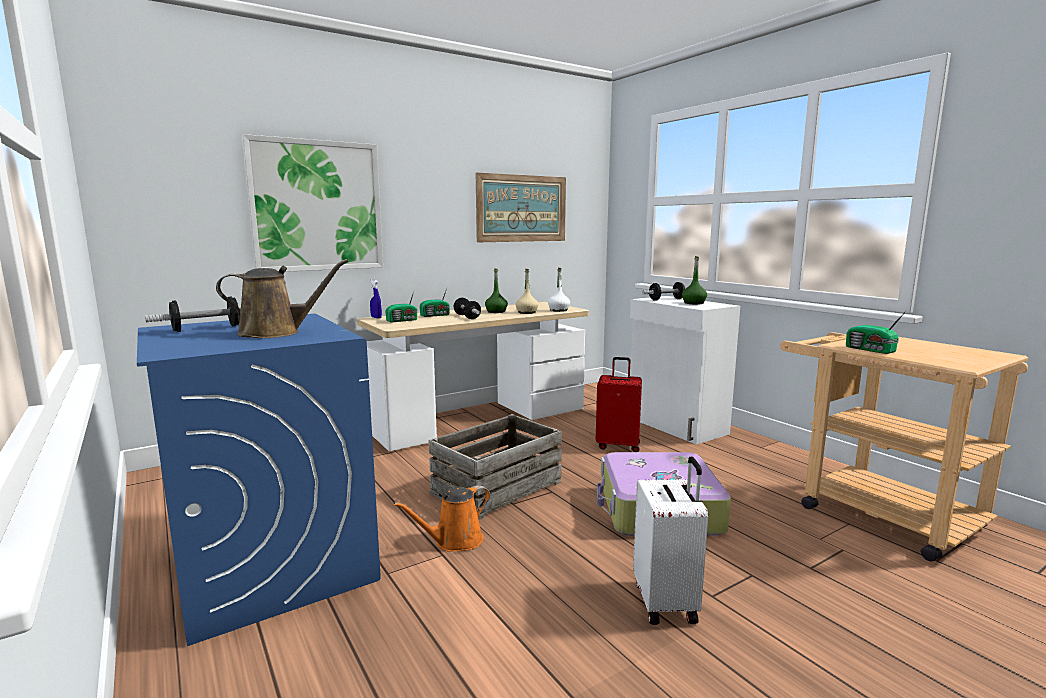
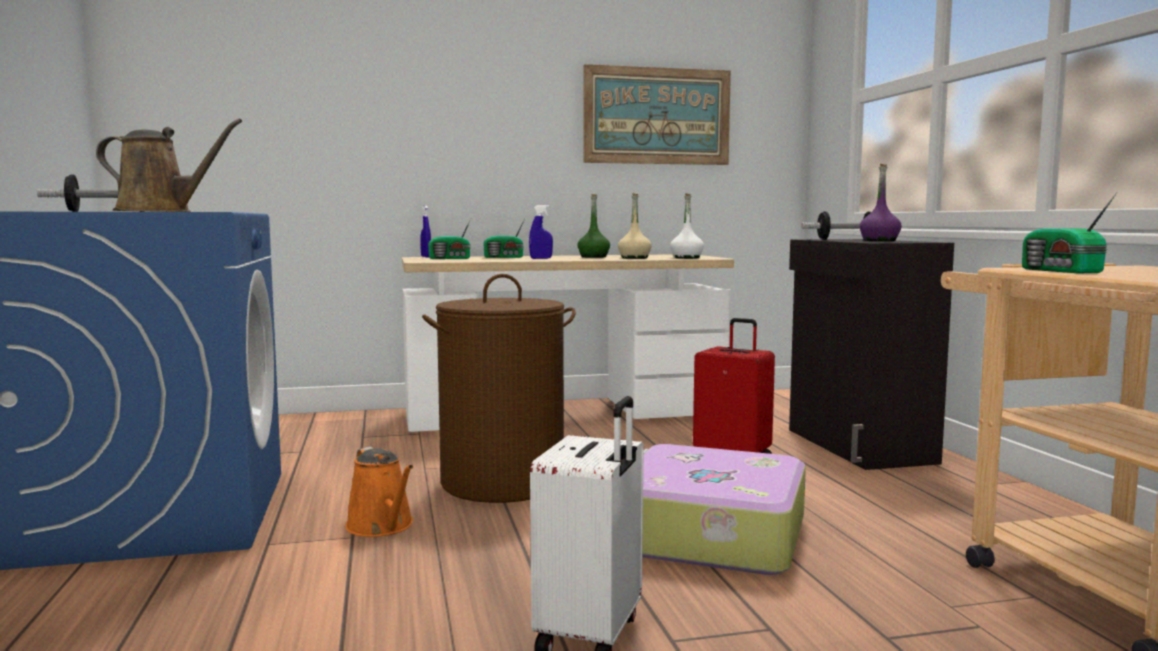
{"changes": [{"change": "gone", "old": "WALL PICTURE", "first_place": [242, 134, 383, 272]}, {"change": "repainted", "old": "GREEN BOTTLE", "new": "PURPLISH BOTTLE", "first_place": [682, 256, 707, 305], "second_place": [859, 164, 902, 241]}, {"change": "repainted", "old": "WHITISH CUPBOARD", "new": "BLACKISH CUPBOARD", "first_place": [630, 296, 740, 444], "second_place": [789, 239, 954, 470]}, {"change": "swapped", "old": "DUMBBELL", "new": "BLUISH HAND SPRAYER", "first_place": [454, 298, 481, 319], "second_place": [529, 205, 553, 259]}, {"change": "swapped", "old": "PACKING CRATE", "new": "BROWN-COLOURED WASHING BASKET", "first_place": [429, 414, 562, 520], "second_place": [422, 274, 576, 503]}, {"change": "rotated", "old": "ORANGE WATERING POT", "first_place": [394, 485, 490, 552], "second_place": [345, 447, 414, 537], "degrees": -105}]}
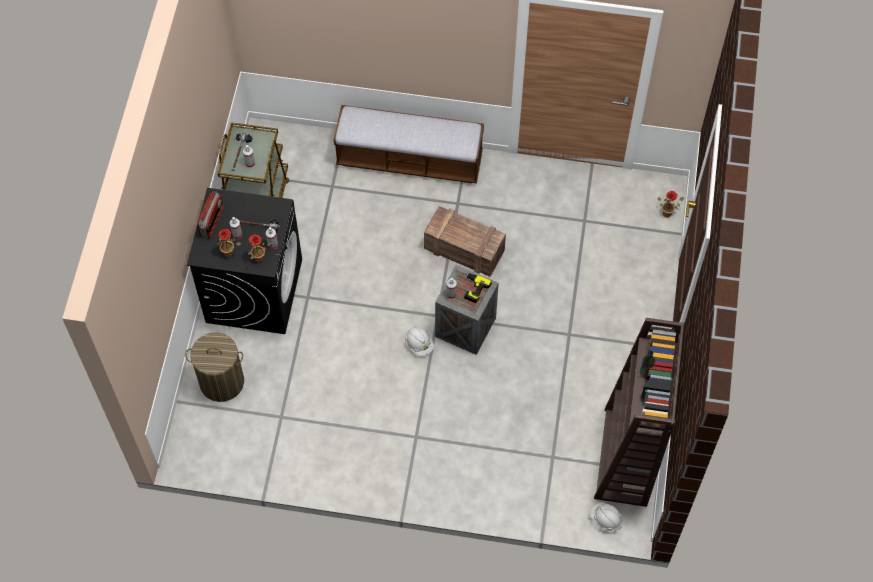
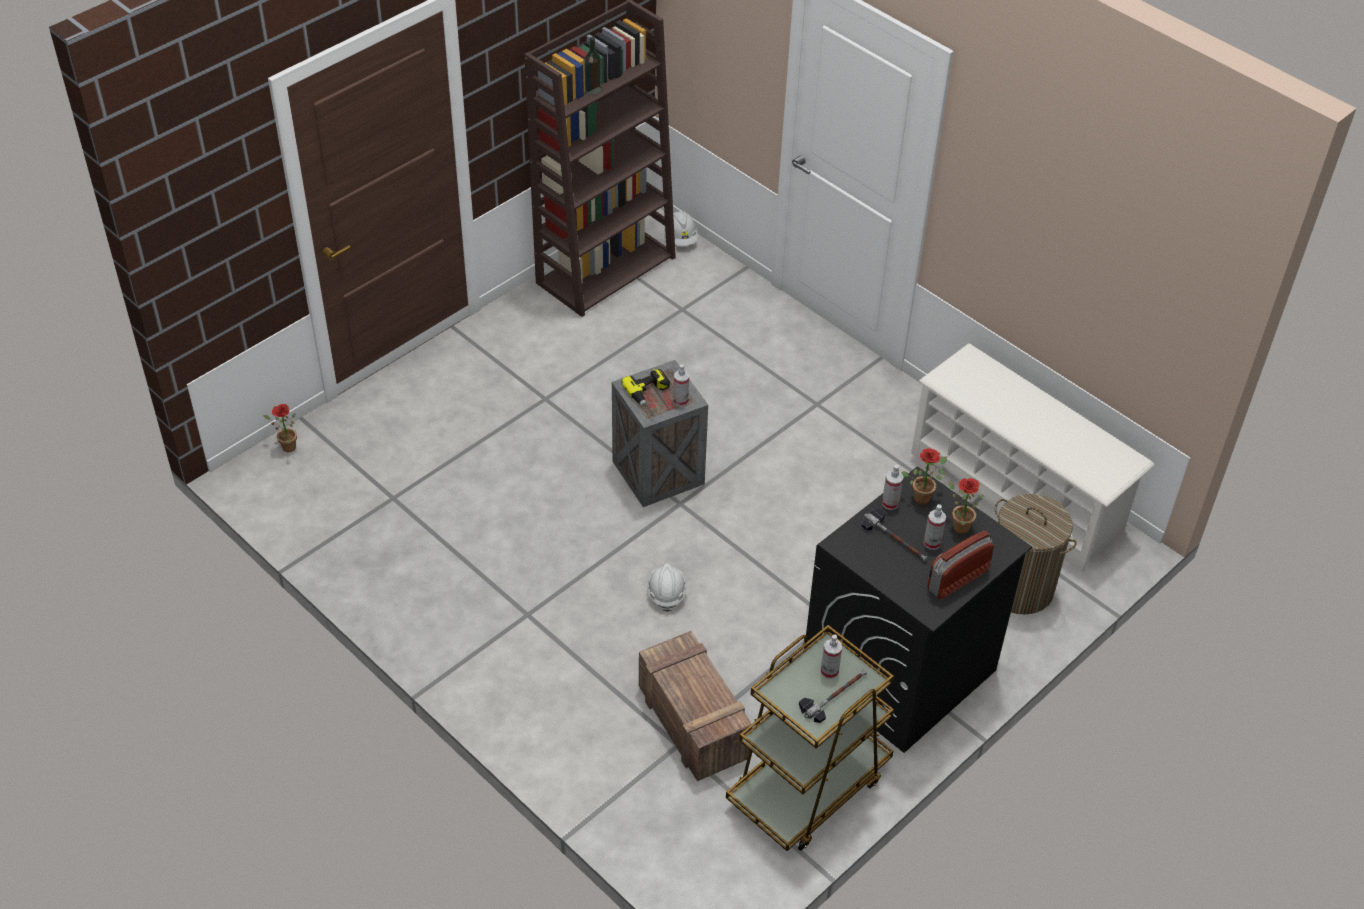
{"changes": [{"change": "gone", "old": "INDOOR BENCH", "first_place": [334, 105, 484, 184]}, {"change": "shifted", "old": "PACKING CRATE", "first_place": [424, 206, 506, 277], "second_place": [639, 631, 752, 781]}, {"change": "shifted", "old": "WHITISH SAFETY HELMET", "first_place": [405, 327, 434, 356], "second_place": [647, 563, 687, 612]}, {"change": "new", "new": "WHITISH SHOE STAND", "second_place": [911, 344, 1154, 572]}]}
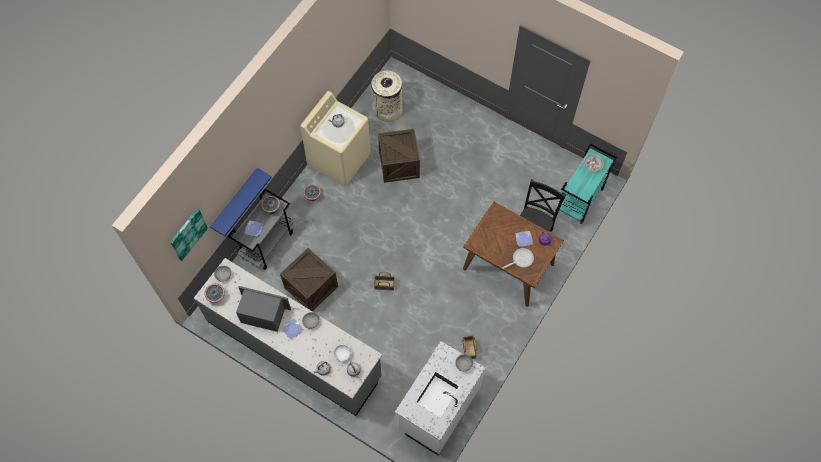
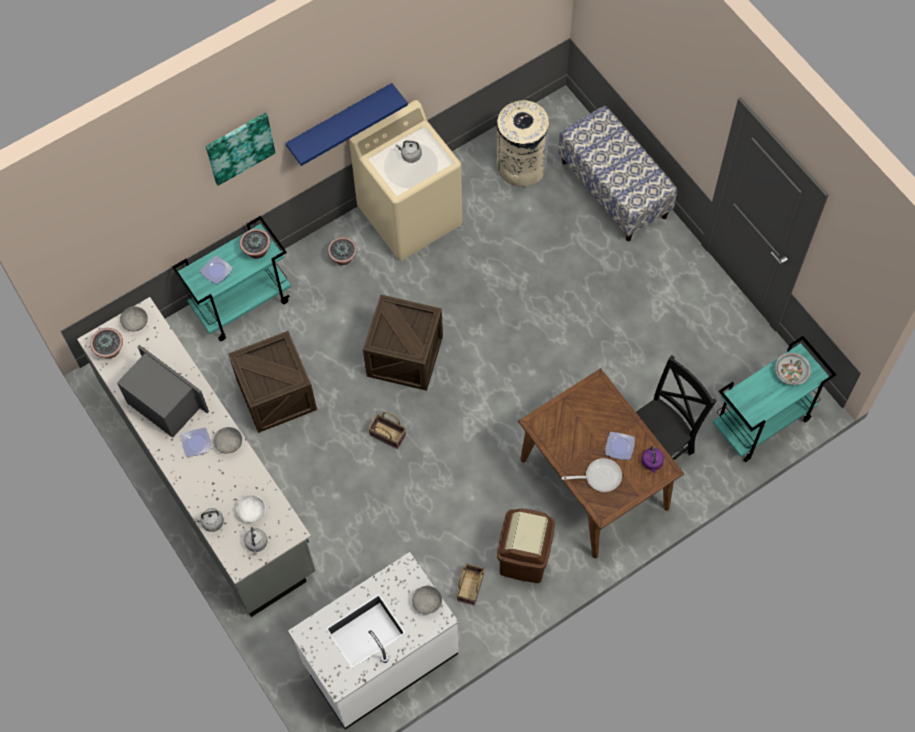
{"changes": [{"change": "shifted", "old": "PACKING CRATE", "first_place": [378, 129, 420, 183], "second_place": [363, 294, 443, 391]}, {"change": "shifted", "old": "BLUISH SHELF", "first_place": [210, 168, 272, 236], "second_place": [286, 83, 408, 166]}, {"change": "repainted", "old": "GRAY WHEELED CART", "new": "BLUE-GREEN WHEELED CART", "first_place": [228, 189, 293, 270], "second_place": [172, 216, 291, 341]}, {"change": "shifted", "old": "WALL PICTURE", "first_place": [170, 209, 208, 261], "second_place": [205, 113, 276, 186]}, {"change": "new", "new": "INDOOR BENCH", "second_place": [558, 106, 677, 241]}, {"change": "new", "new": "BROWN-COLOURED WASTE BIN", "second_place": [497, 508, 555, 583]}]}
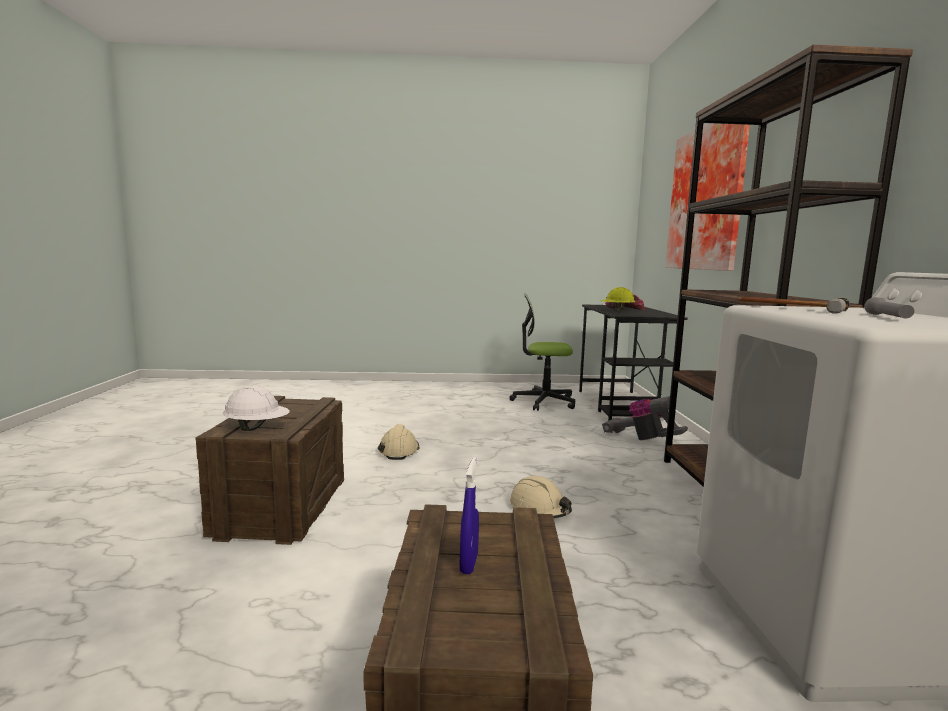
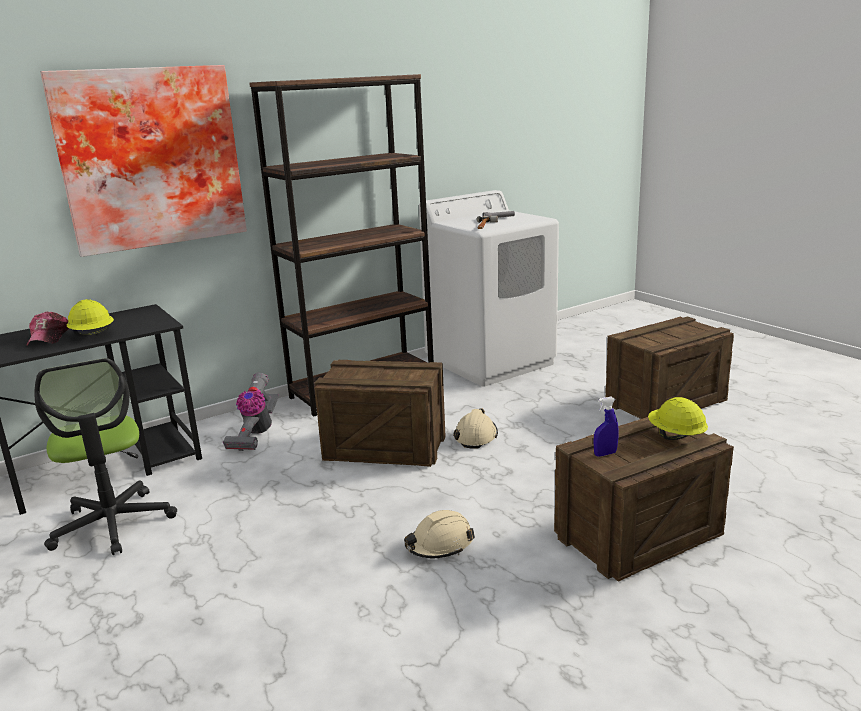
{"changes": [{"change": "repainted", "old": "WHITISH SAFETY HELMET", "new": "YELLOWISH SAFETY HELMET", "first_place": [223, 385, 290, 431], "second_place": [648, 397, 708, 440]}, {"change": "shifted", "old": "BLUISH HAND SPRAYER", "first_place": [460, 458, 479, 574], "second_place": [593, 397, 619, 457]}, {"change": "new", "new": "PACKING CRATE", "second_place": [314, 360, 446, 467]}]}
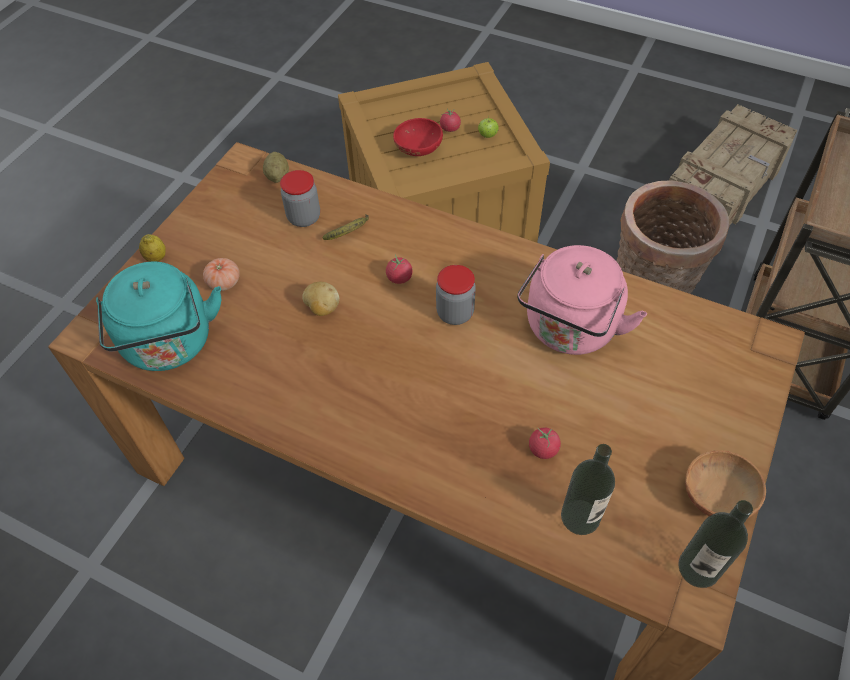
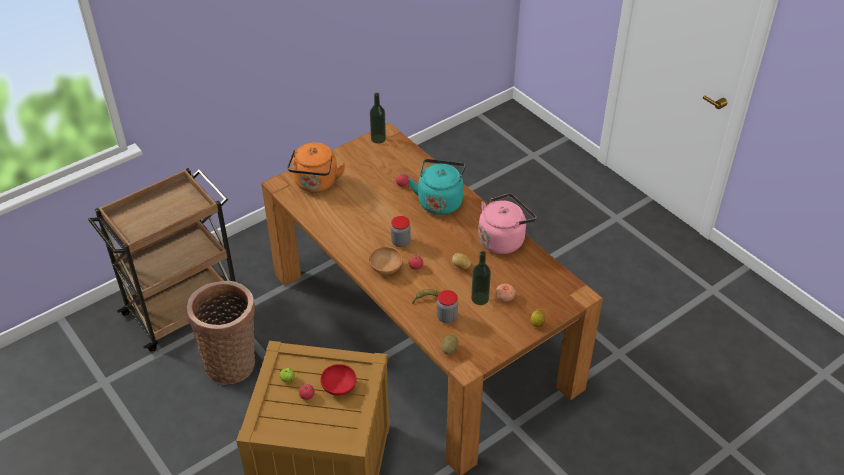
{"changes": [{"change": "gone", "old": "PACKING CRATE", "first_place": [669, 104, 797, 224]}, {"change": "shifted", "old": "PINK-COLOURED KETTLE", "first_place": [517, 245, 647, 355], "second_place": [478, 193, 536, 254]}, {"change": "shifted", "old": "BLUE-GREEN KETTLE", "first_place": [96, 261, 221, 371], "second_place": [408, 159, 466, 215]}, {"change": "shifted", "old": "BOTTLE", "first_place": [561, 444, 615, 535], "second_place": [471, 251, 491, 305]}, {"change": "shifted", "old": "BROWN-COLOURED BOWL", "first_place": [685, 450, 766, 518], "second_place": [369, 247, 403, 274]}, {"change": "new", "new": "ORANGE KETTLE", "second_place": [287, 142, 346, 193]}]}
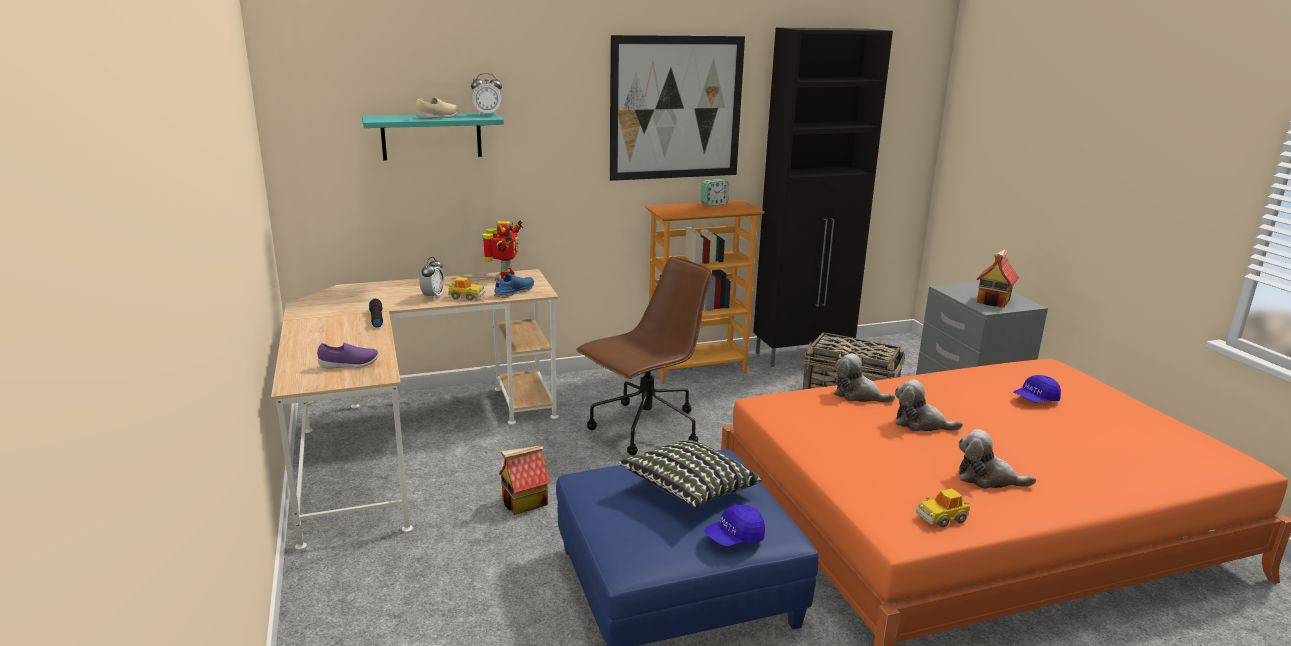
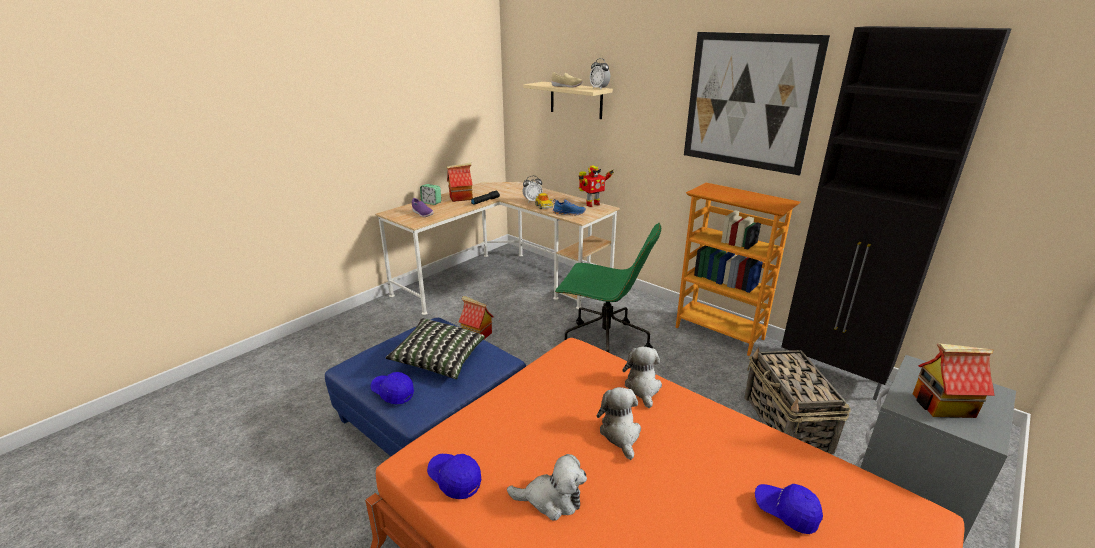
{"changes": [{"change": "repainted", "old": "BLUE-GREEN SHELF", "new": "BEIGE SHELF", "first_place": [362, 113, 504, 160], "second_place": [523, 82, 613, 119]}, {"change": "shifted", "old": "ALARM CLOCK", "first_place": [701, 179, 729, 206], "second_place": [420, 184, 441, 205]}, {"change": "repainted", "old": "BROWN-COLOURED OFFICE CHAIR", "new": "GREEN OFFICE CHAIR", "first_place": [576, 257, 712, 455], "second_place": [555, 223, 661, 353]}, {"change": "rotated", "old": "PLUSH TOY", "first_place": [959, 429, 1036, 489], "second_place": [507, 454, 587, 521], "degrees": 105}, {"change": "swapped", "old": "TOY CAR", "new": "BLUISH BASEBALL CAP", "first_place": [916, 489, 970, 528], "second_place": [427, 454, 481, 499]}, {"change": "new", "new": "TOY HOUSE", "second_place": [447, 163, 473, 202]}]}
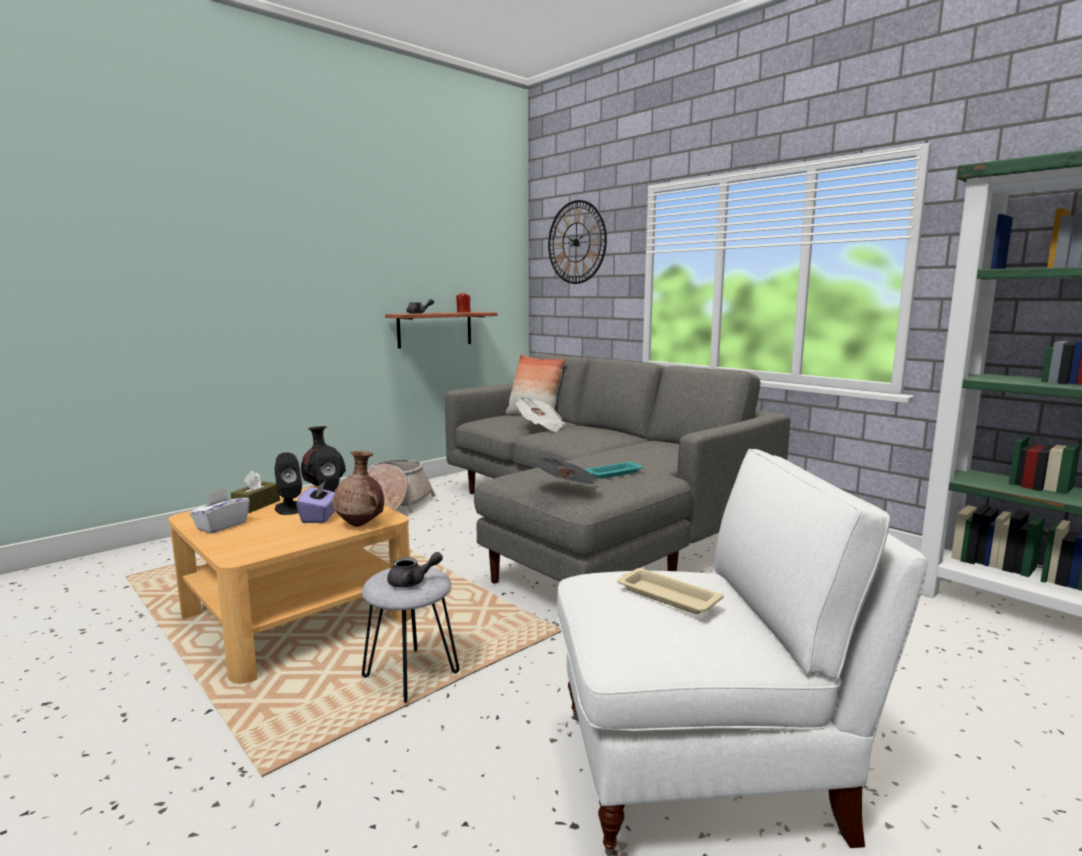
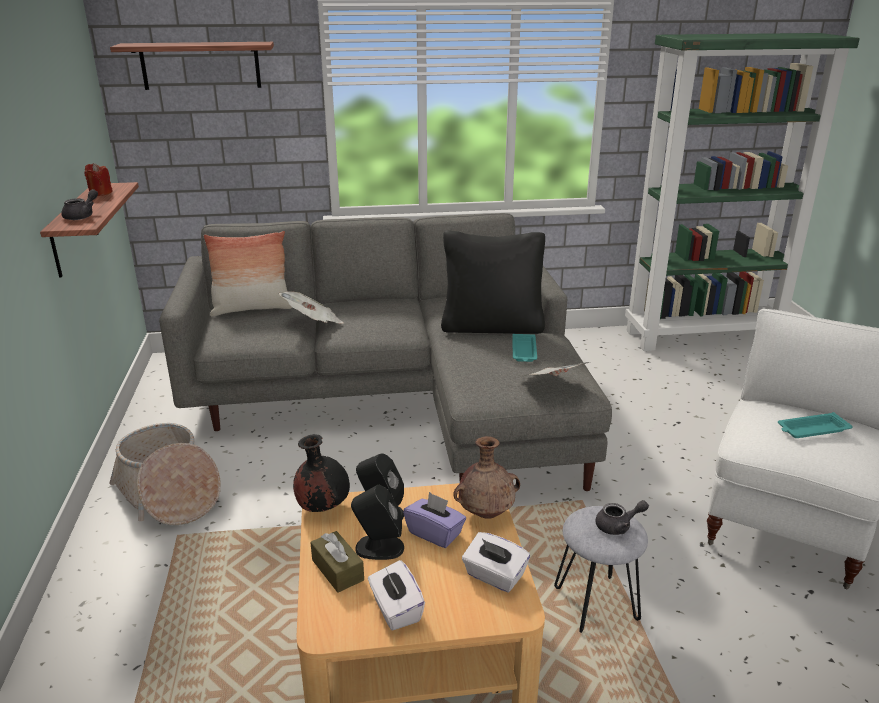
{"changes": [{"change": "swapped", "old": "HANGING CLOCK", "new": "SHELF", "first_place": [548, 200, 607, 284], "second_place": [110, 42, 274, 90]}, {"change": "rotated", "old": "GRAY POT FOR TEA", "first_place": [387, 552, 443, 588], "second_place": [595, 500, 649, 535], "degrees": 60}, {"change": "repainted", "old": "BEIGE SERVING TRAY", "new": "BLUE-GREEN SERVING TRAY", "first_place": [617, 568, 724, 614], "second_place": [778, 412, 853, 438]}, {"change": "new", "new": "BLACKISH PILLOW", "second_place": [441, 230, 545, 334]}, {"change": "new", "new": "WHITISH TISSUE BOX", "second_place": [462, 532, 530, 592]}]}
